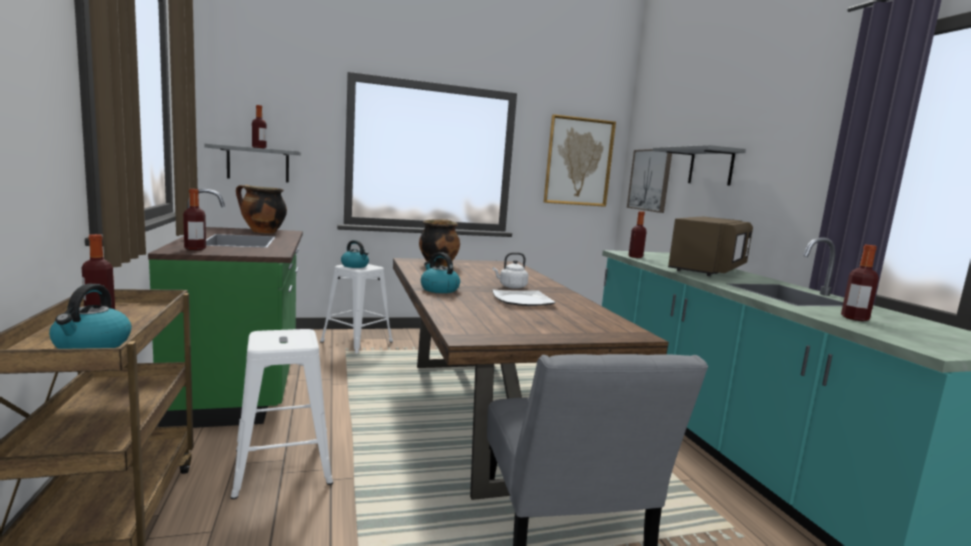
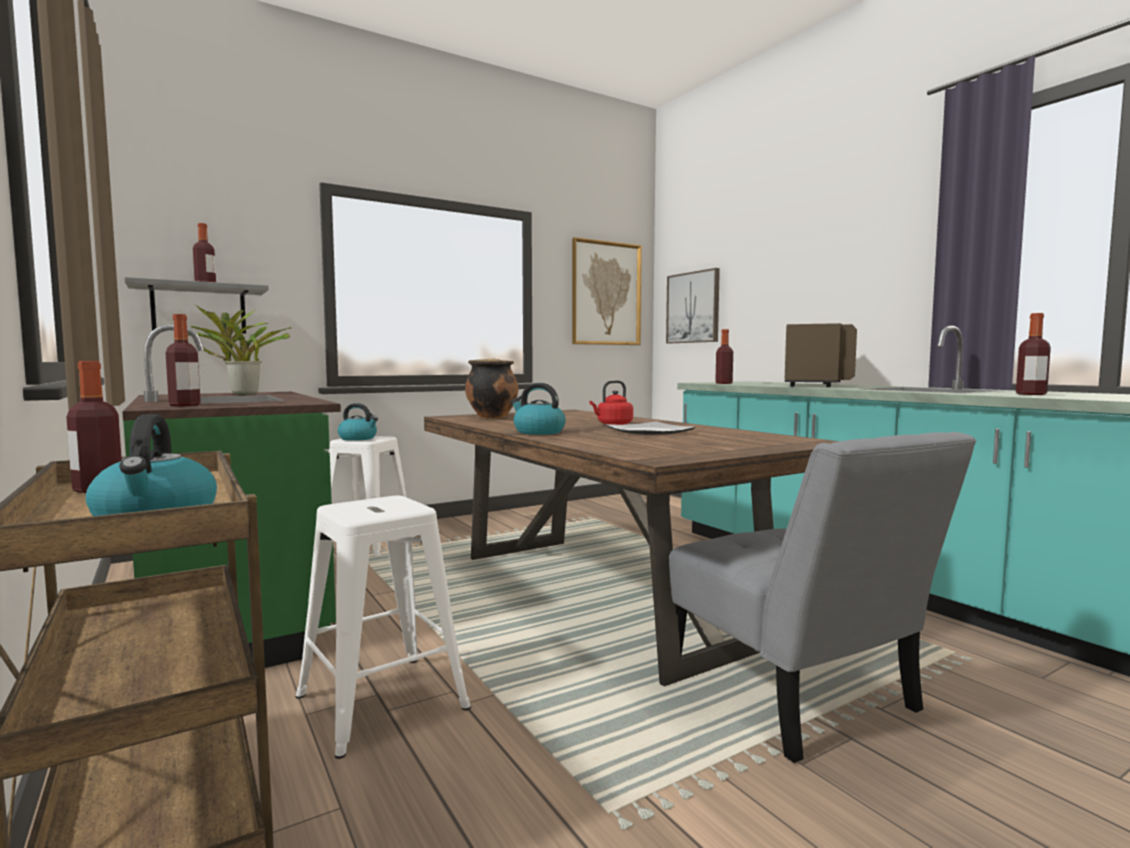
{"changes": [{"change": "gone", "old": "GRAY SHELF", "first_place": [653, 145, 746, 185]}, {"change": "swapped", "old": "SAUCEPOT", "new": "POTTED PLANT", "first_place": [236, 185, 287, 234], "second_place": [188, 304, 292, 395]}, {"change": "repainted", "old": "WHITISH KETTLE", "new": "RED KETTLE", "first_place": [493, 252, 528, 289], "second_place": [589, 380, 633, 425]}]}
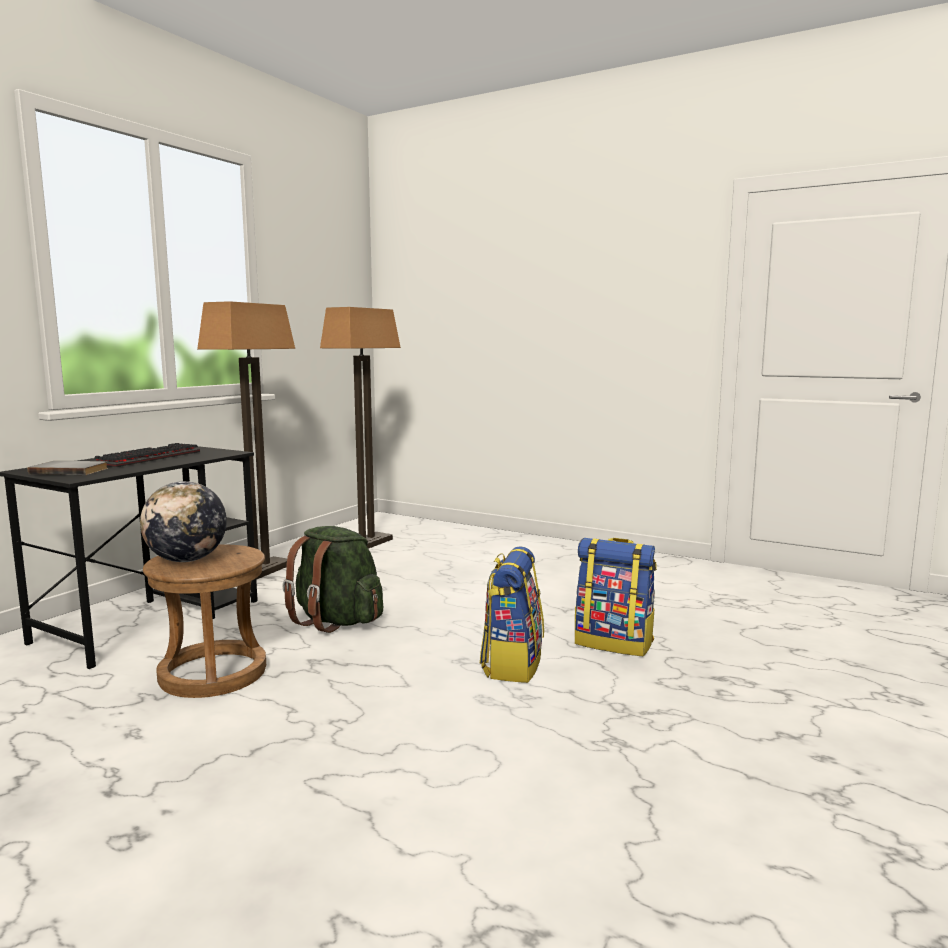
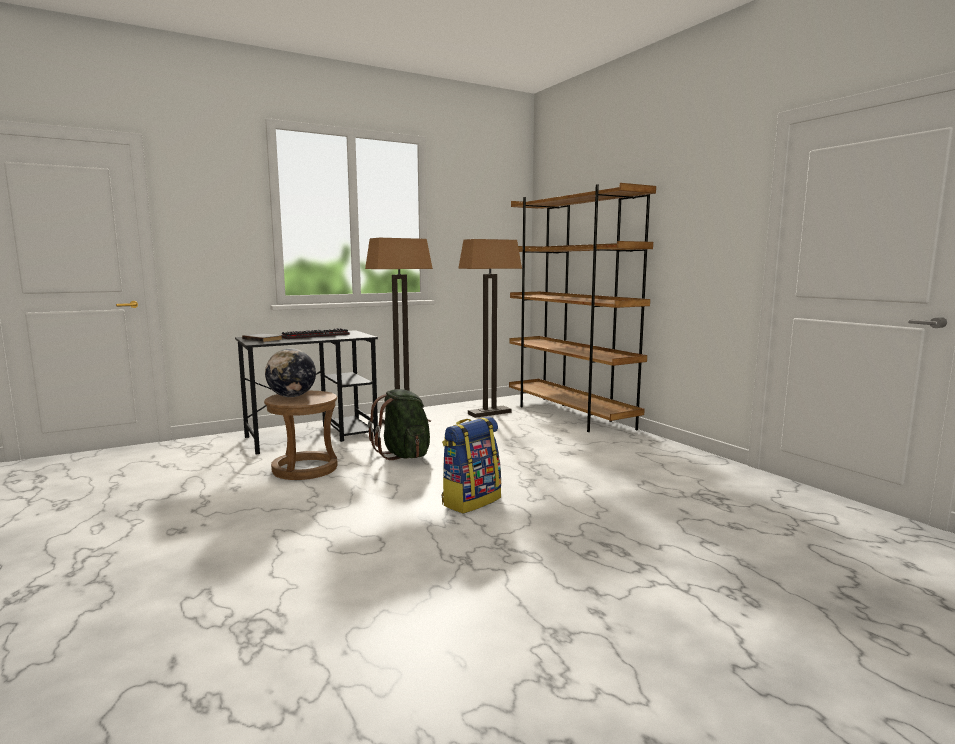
{"changes": [{"change": "gone", "old": "BACKPACK", "first_place": [575, 538, 657, 656]}, {"change": "new", "new": "BROWN-COLOURED BOOKSHELF", "second_place": [509, 183, 656, 432]}]}
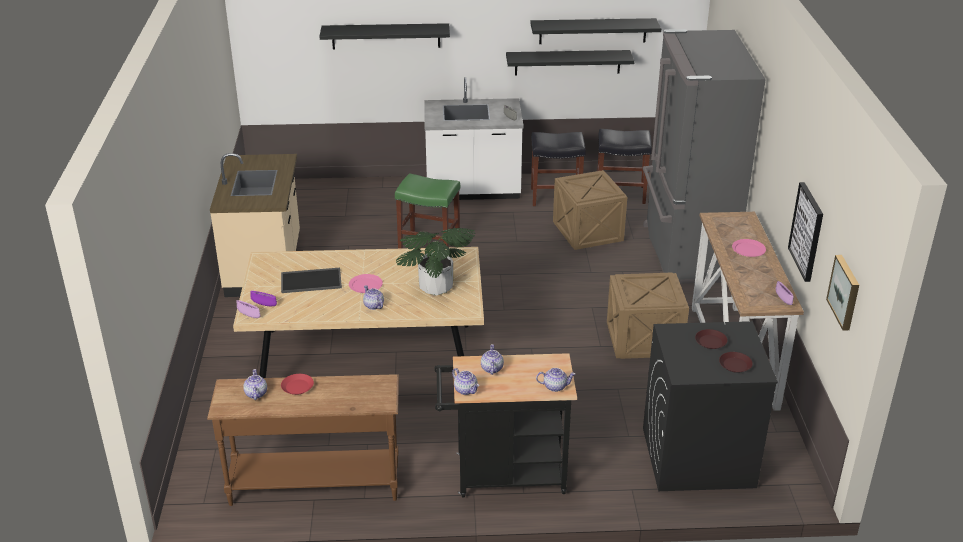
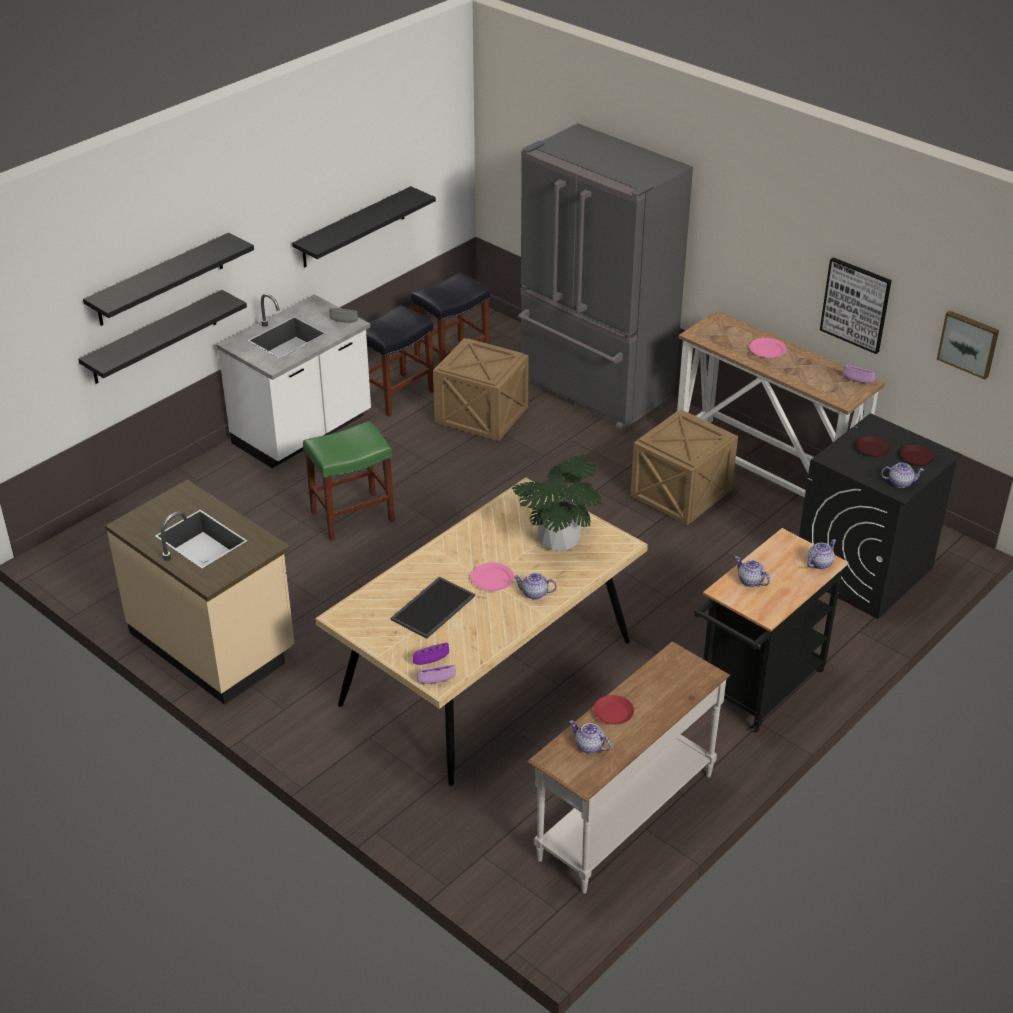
{"changes": [{"change": "shifted", "old": "BLACKISH SHELF", "first_place": [530, 18, 661, 44], "second_place": [78, 290, 247, 384]}, {"change": "shifted", "old": "POT FOR TEA", "first_place": [452, 368, 479, 395], "second_place": [881, 463, 924, 488]}, {"change": "repainted", "old": "BROWN-COLOURED CONSOLE TABLE", "new": "WHITISH CONSOLE TABLE", "first_place": [207, 374, 399, 506], "second_place": [527, 641, 730, 894]}]}
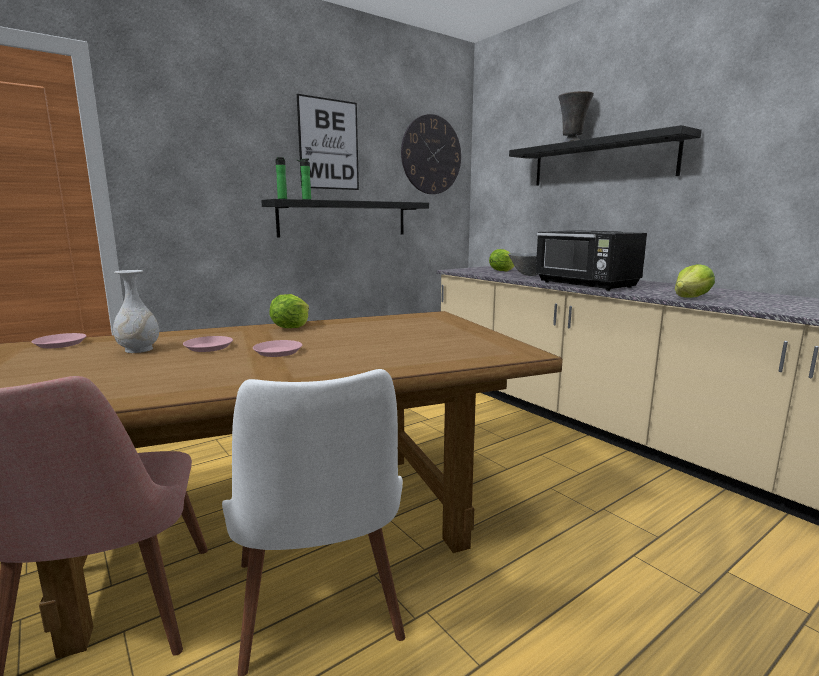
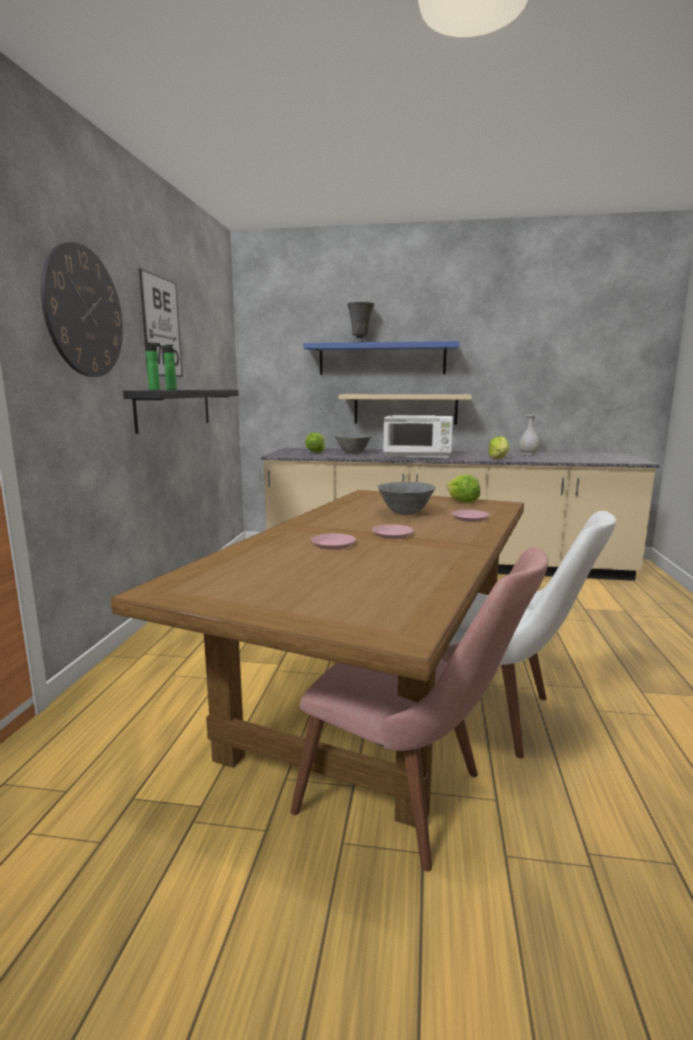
{"changes": [{"change": "shifted", "old": "HANGING CLOCK", "first_place": [401, 114, 461, 194], "second_place": [41, 242, 123, 377]}, {"change": "repainted", "old": "BLACKISH SHELF", "new": "BLUISH SHELF", "first_place": [509, 125, 702, 186], "second_place": [303, 341, 459, 375]}, {"change": "repainted", "old": "BLACKISH MICROWAVE", "new": "WHITISH MICROWAVE", "first_place": [535, 230, 647, 291], "second_place": [383, 415, 453, 459]}, {"change": "shifted", "old": "WHITISH FLOWER VASE", "first_place": [113, 270, 159, 353], "second_place": [519, 415, 540, 455]}, {"change": "shifted", "old": "HEAD OF LETTUCE", "first_place": [269, 294, 309, 328], "second_place": [446, 475, 480, 503]}, {"change": "shifted", "old": "PINK-COLOURED FLAT DISH", "first_place": [32, 333, 87, 348], "second_place": [451, 510, 489, 522]}, {"change": "new", "new": "BEIGE SHELF", "second_place": [339, 394, 472, 424]}, {"change": "new", "new": "GRAY BOWL", "second_place": [378, 482, 436, 515]}]}
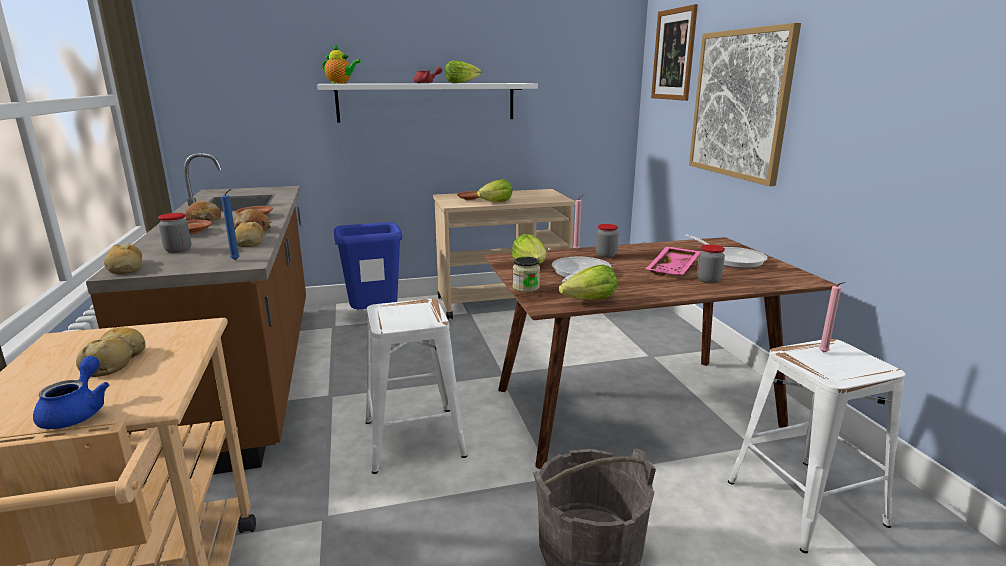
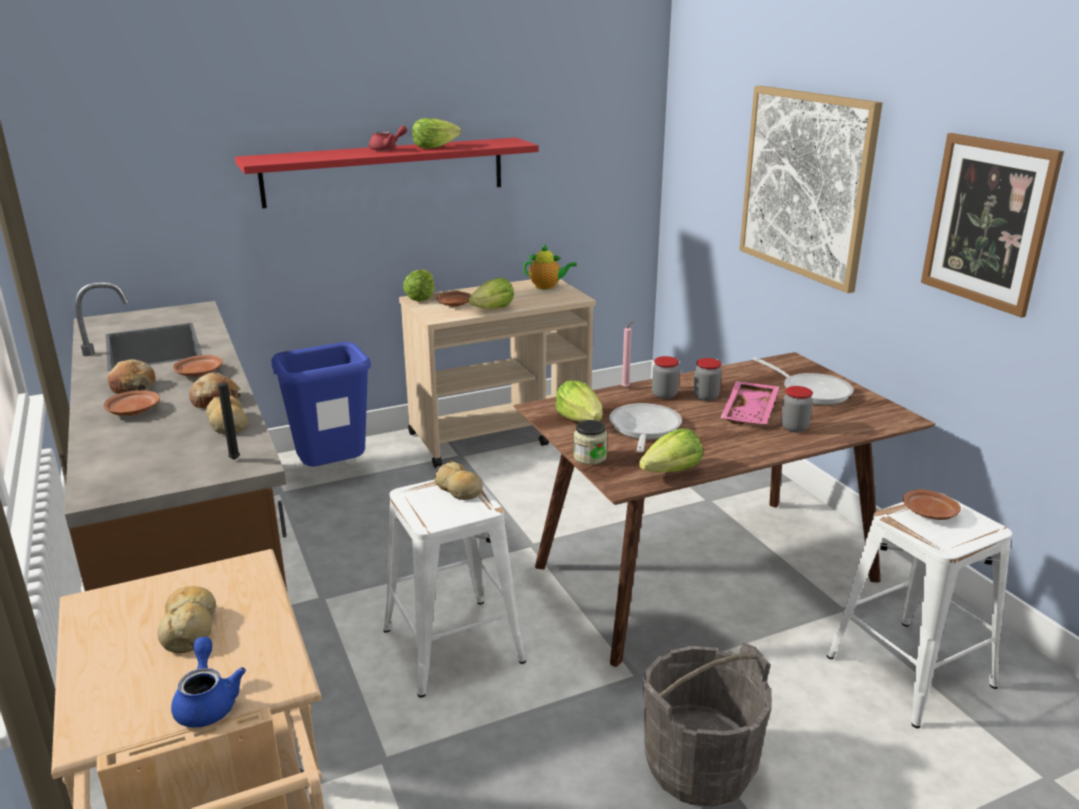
{"changes": [{"change": "shifted", "old": "WALL PICTURE", "first_place": [651, 4, 698, 101], "second_place": [921, 133, 1064, 318]}, {"change": "shifted", "old": "POT FOR TEA", "first_place": [322, 44, 361, 83], "second_place": [523, 244, 577, 289]}, {"change": "repainted", "old": "WHITISH SHELF", "new": "RED SHELF", "first_place": [317, 83, 538, 122], "second_place": [235, 138, 539, 208]}, {"change": "repainted", "old": "BLUISH WAX LIGHT", "new": "BLACKISH WAX LIGHT", "first_place": [221, 189, 239, 260], "second_place": [218, 375, 240, 460]}, {"change": "shifted", "old": "PRESERVE JAR", "first_place": [158, 213, 191, 253], "second_place": [694, 358, 722, 401]}, {"change": "shifted", "old": "BREAD", "first_place": [104, 243, 142, 274], "second_place": [435, 461, 482, 500]}, {"change": "swapped", "old": "PINK-COLOURED WAX LIGHT", "new": "BROWN-COLOURED FLAT DISH", "first_place": [819, 282, 846, 353], "second_place": [903, 489, 961, 520]}, {"change": "new", "new": "HEAD OF LETTUCE", "second_place": [403, 270, 435, 302]}]}
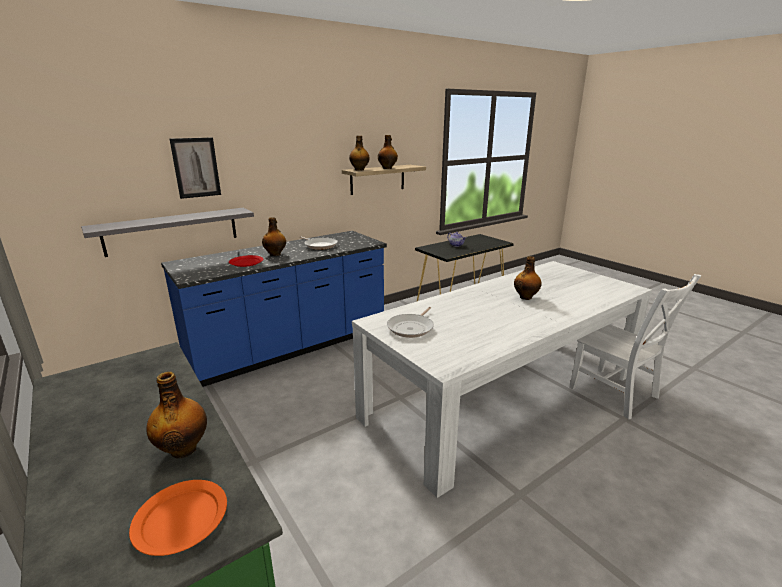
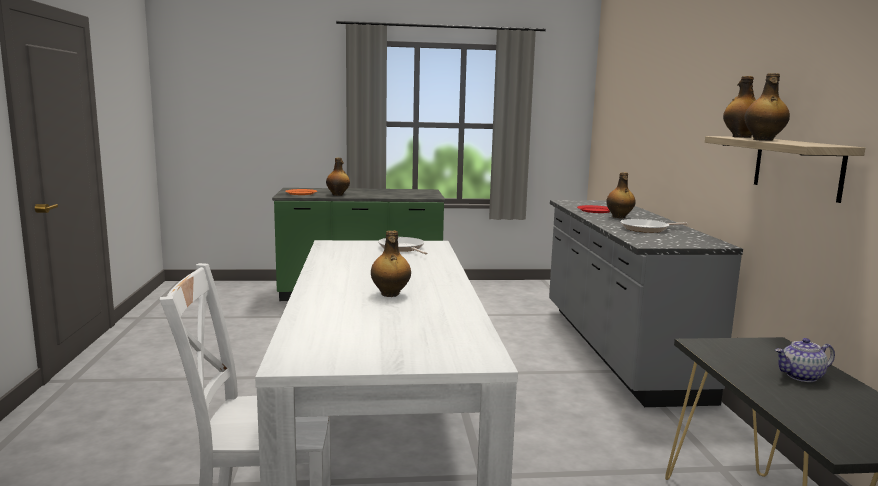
{"changes": [{"change": "gone", "old": "WALL PICTURE", "first_place": [170, 137, 221, 199]}, {"change": "gone", "old": "GRAY SHELF", "first_place": [81, 208, 254, 257]}, {"change": "repainted", "old": "BLUISH KITCHEN COUNTER", "new": "GRAY KITCHEN COUNTER", "first_place": [161, 231, 387, 387], "second_place": [549, 200, 743, 407]}]}
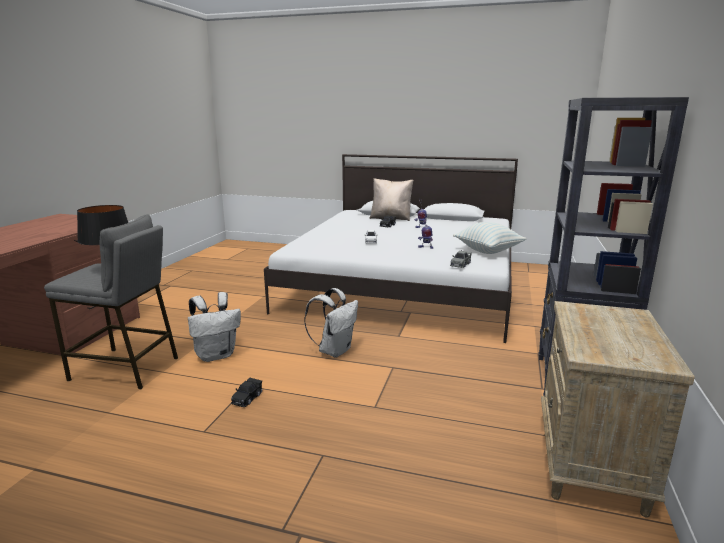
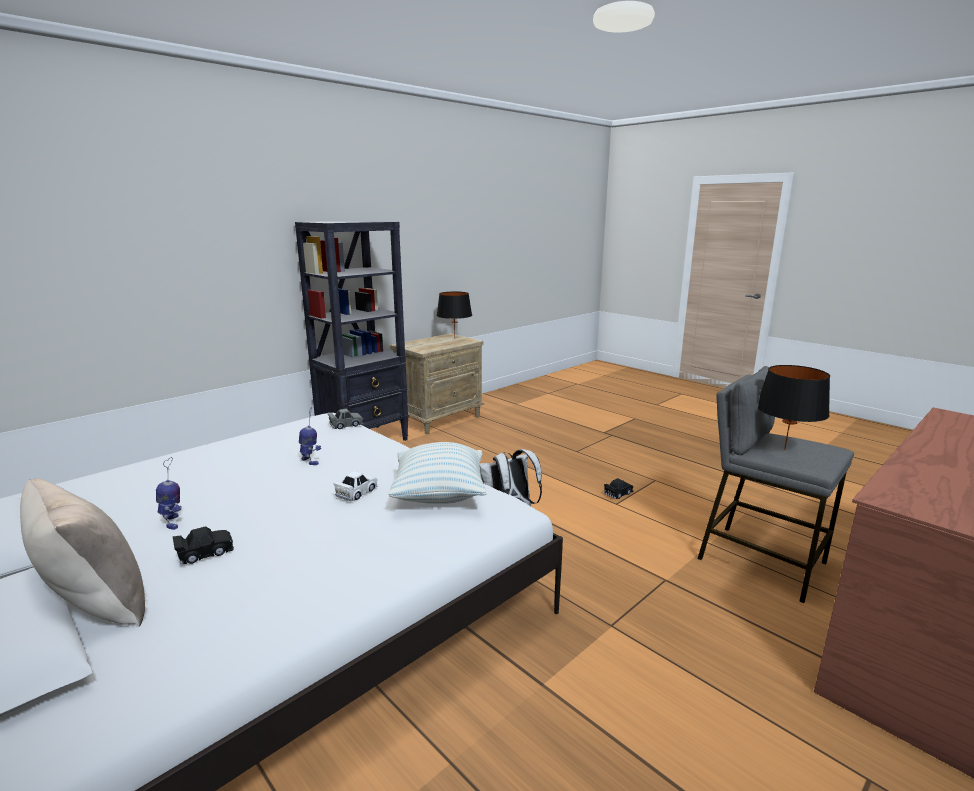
{"changes": [{"change": "shifted", "old": "PILLOW", "first_place": [453, 222, 527, 254], "second_place": [388, 442, 486, 504]}, {"change": "gone", "old": "WHITISH BACKPACK", "first_place": [188, 292, 241, 362]}, {"change": "new", "new": "BLACKISH TABLETOP LAMP", "second_place": [437, 291, 472, 336]}]}
